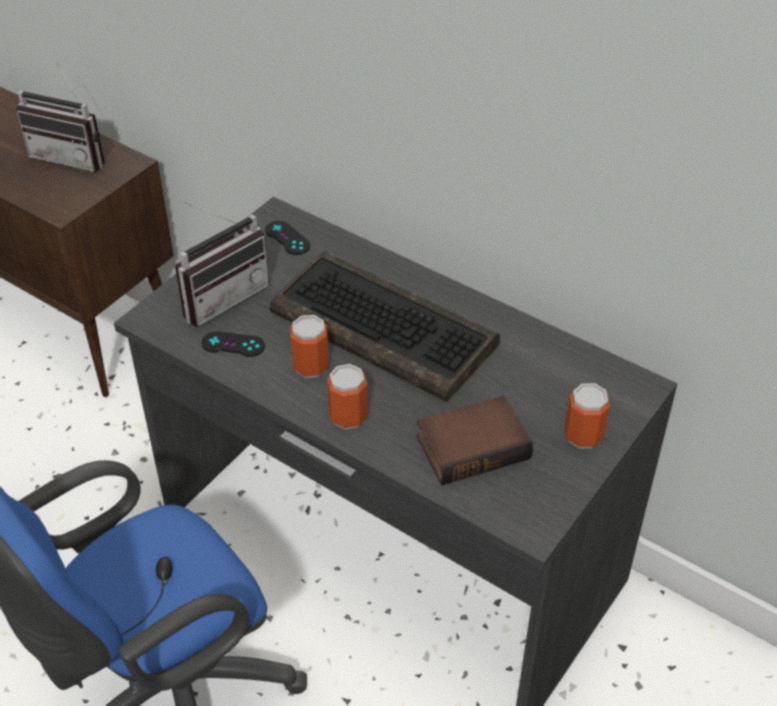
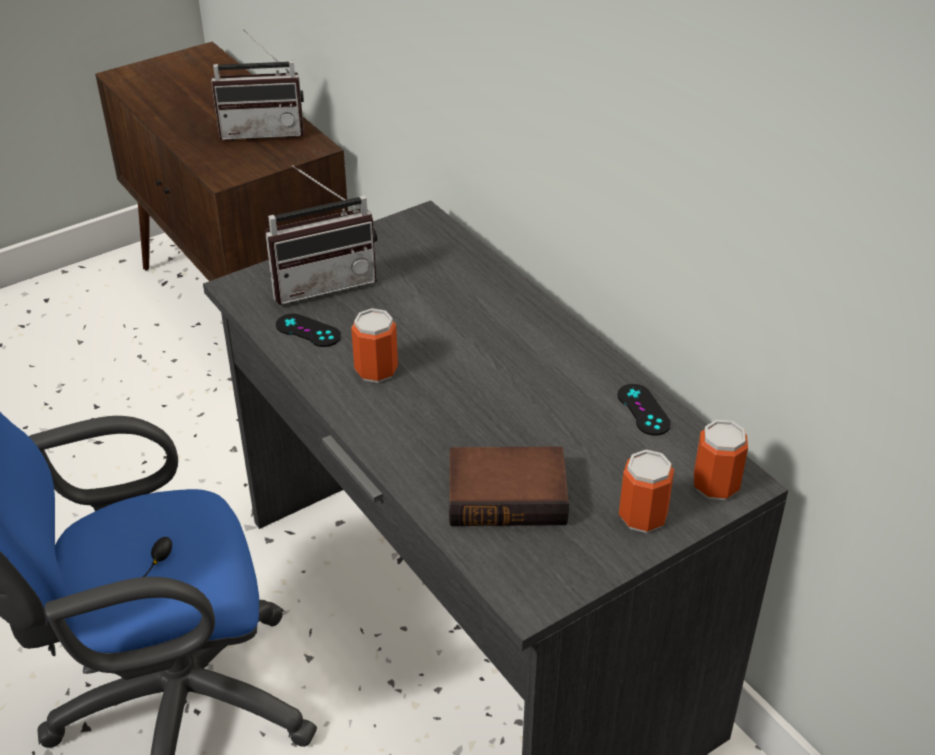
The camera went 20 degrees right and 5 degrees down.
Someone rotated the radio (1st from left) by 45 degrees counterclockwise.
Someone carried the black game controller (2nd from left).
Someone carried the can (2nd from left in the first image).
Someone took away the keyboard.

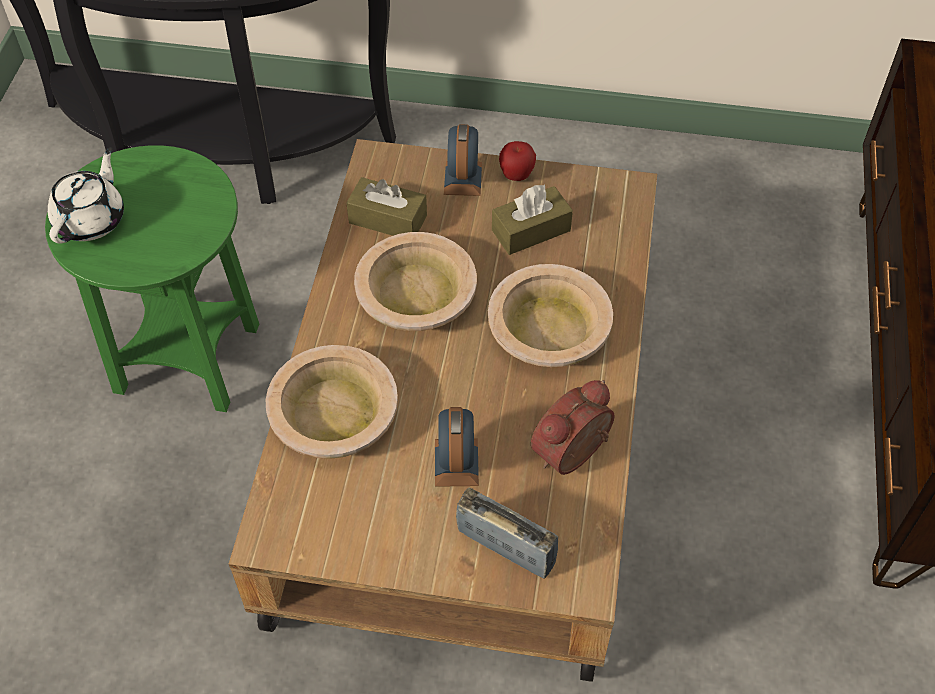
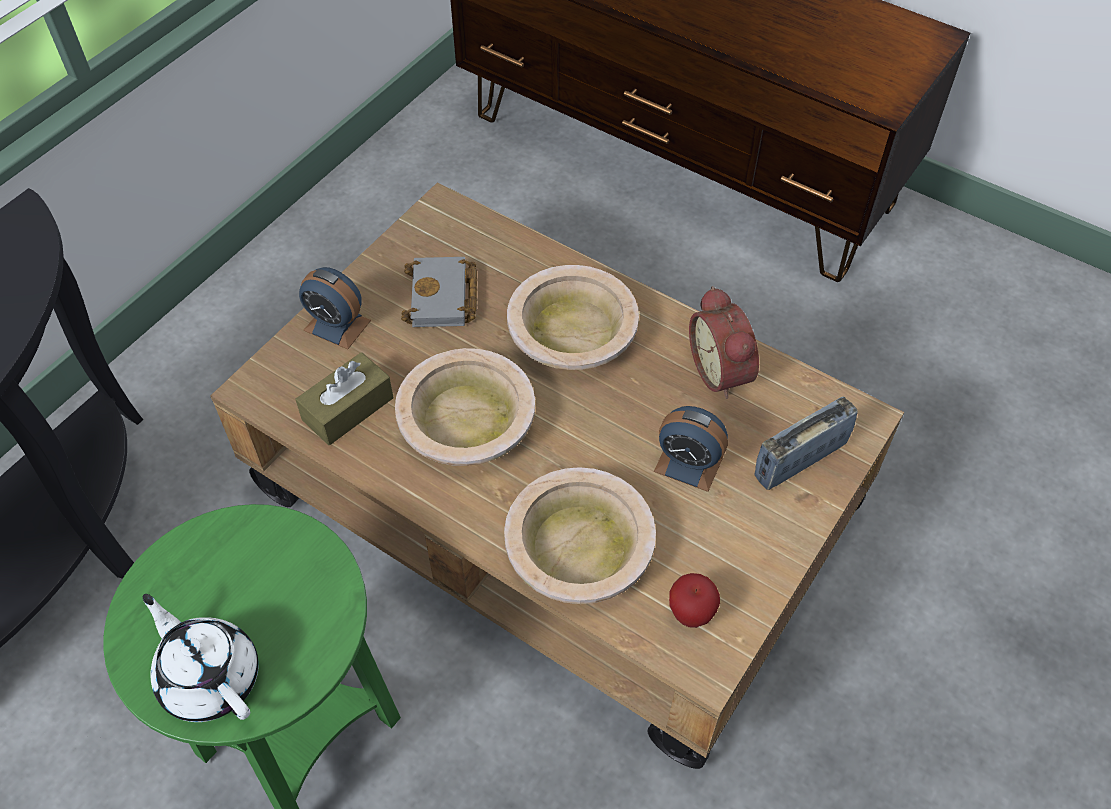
The camera went 65 degrees left and 0 degrees up.
Someone swapped the brown tissue box (2nd from left) for the grey book.
Someone carried the apple.

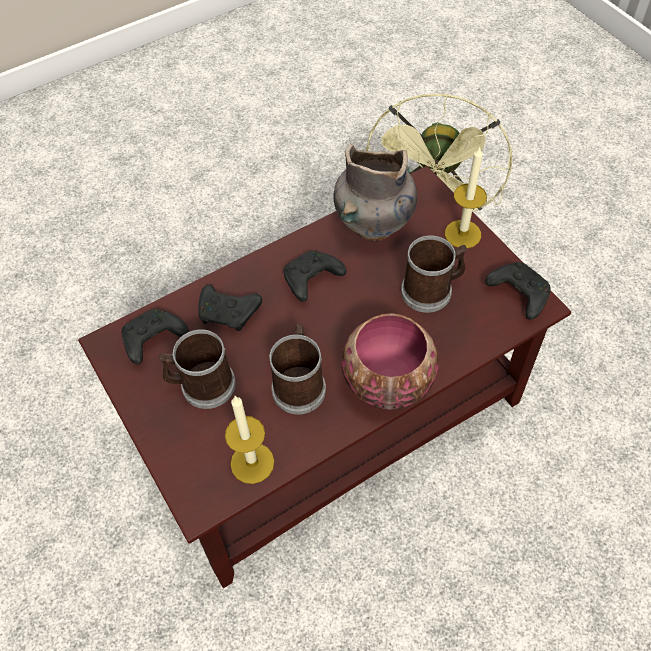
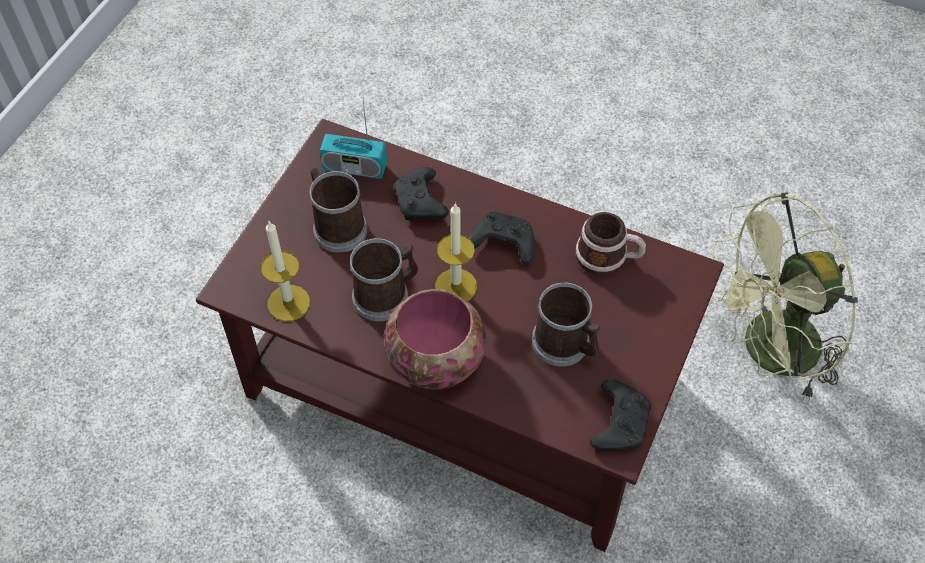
The camera went 55 degrees right and 0 degrees up.
Someone swapped the black game controller (1st from left) for the radio.
Someone carried the candle (2nd from left).
Someone swapped the grey vase for the mug (4th from left).

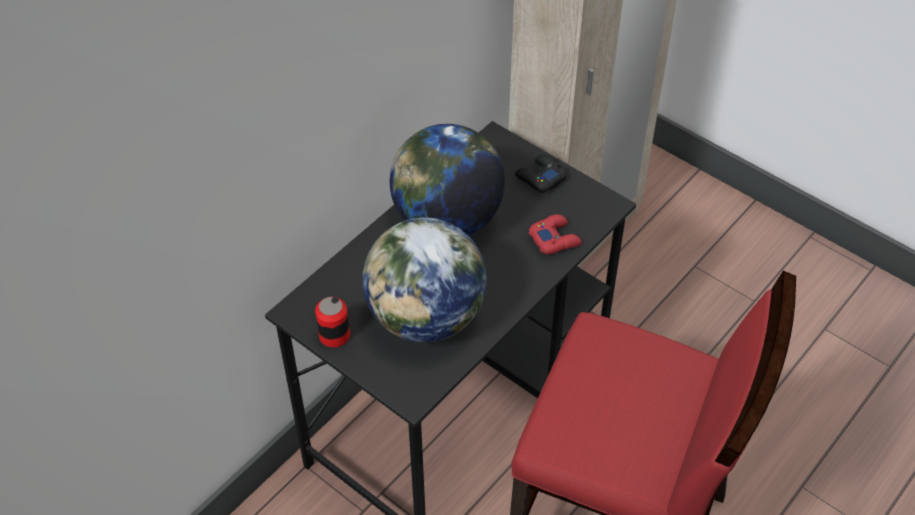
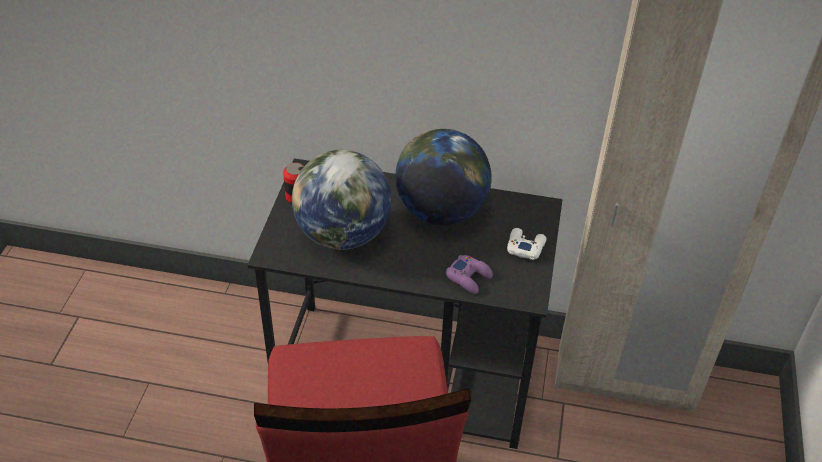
The camera went 60 degrees right and 5 degrees down.
Someone repainted the red game controller, which became the purple game controller.
Someone repainted the black game controller, which became the white game controller.

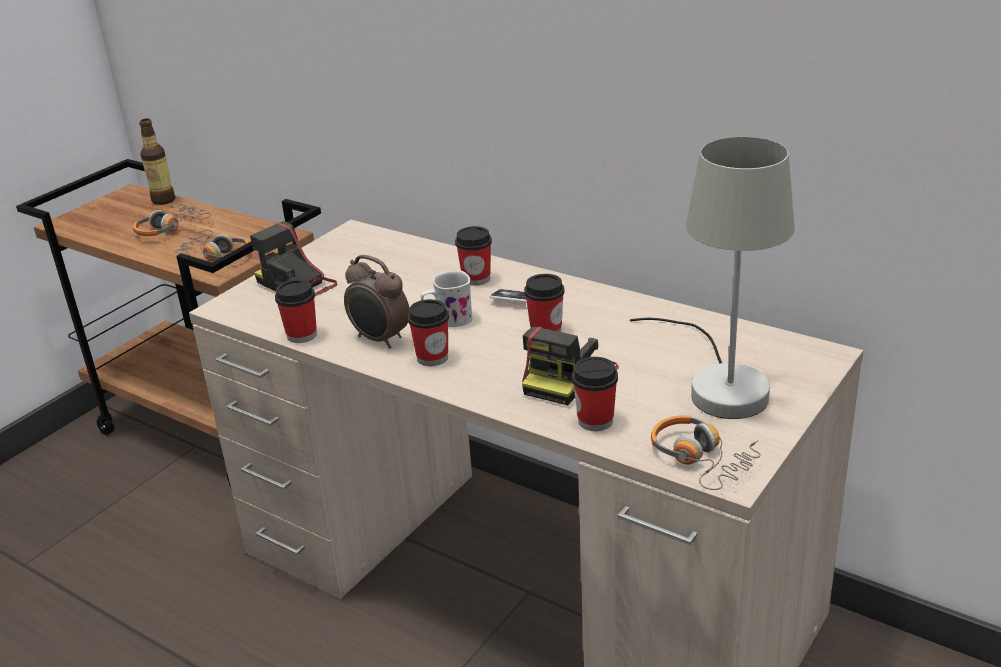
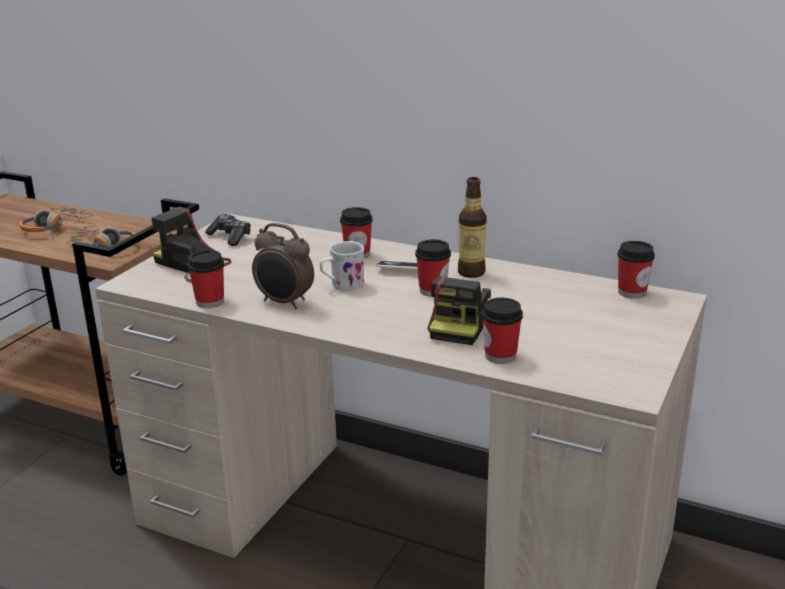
The camera went 10 degrees left and 5 degrees down.
Someone put down the game controller.
Someone carried the bottle.
Someone carried the cup (2nd from left in the first image).
Someone took away the grey table lamp.
Someone took away the headphones (3rd from left).

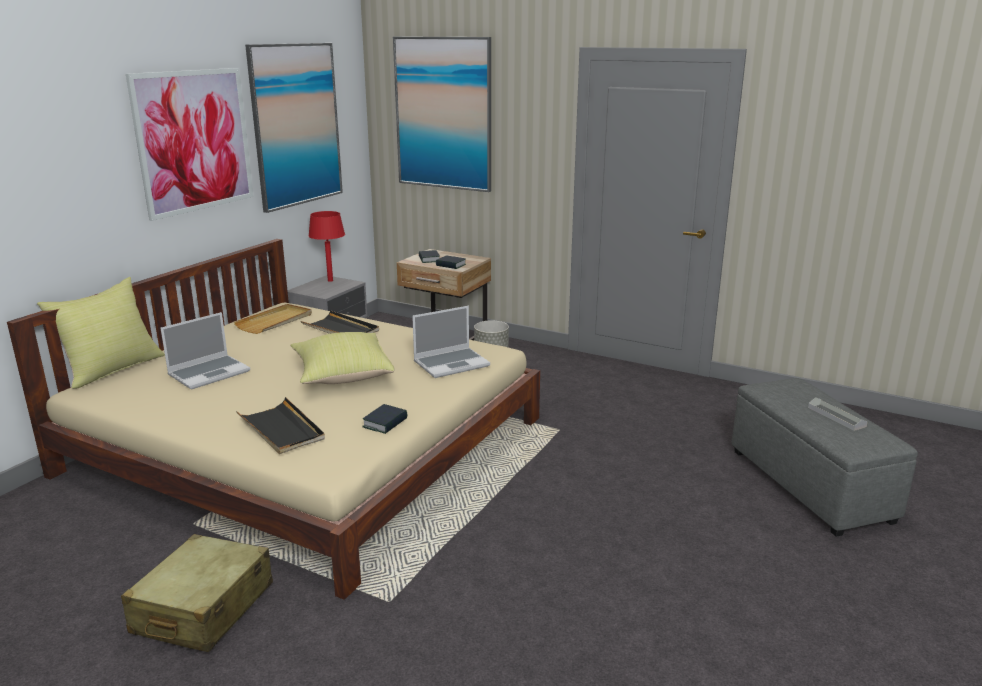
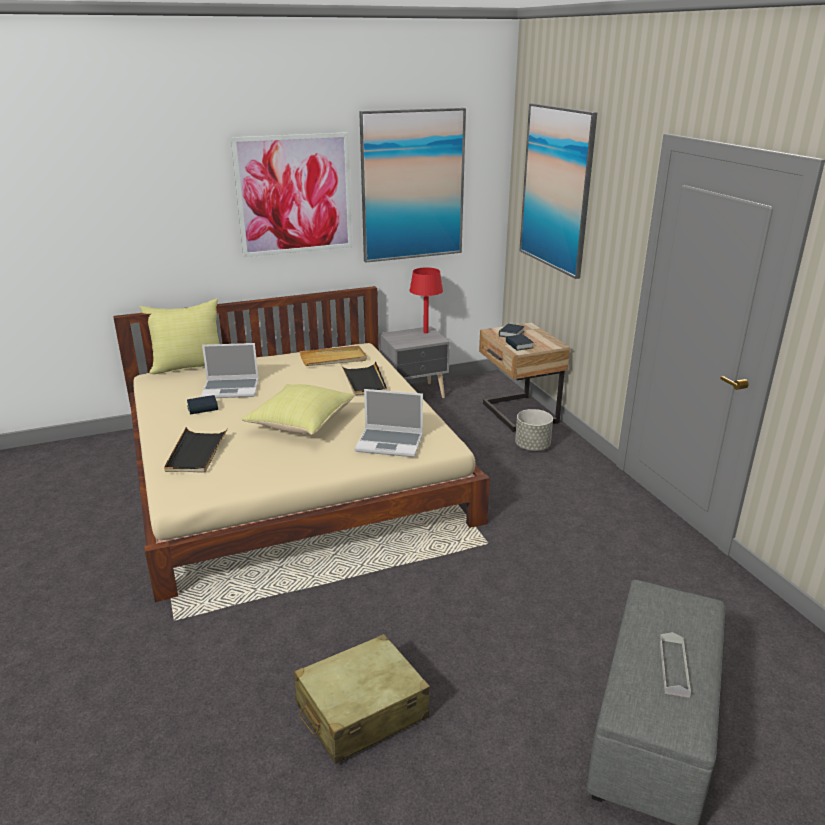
The camera went 40 degrees right and 5 degrees up.
Someone carried the book (1st from left).
Someone carried the beige suitcase.

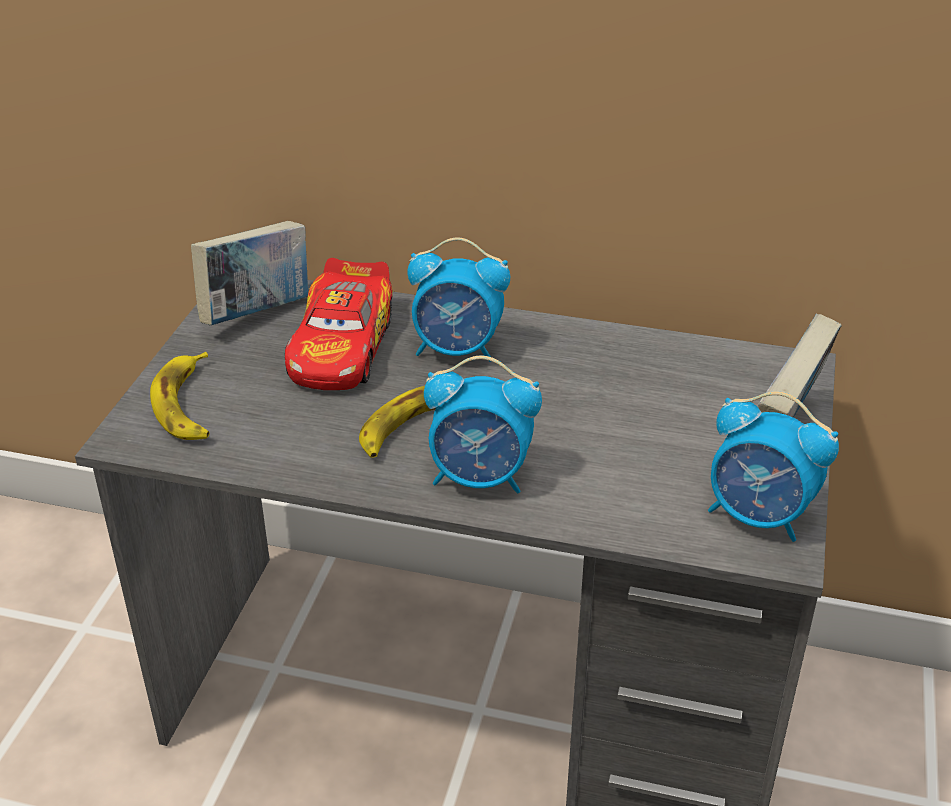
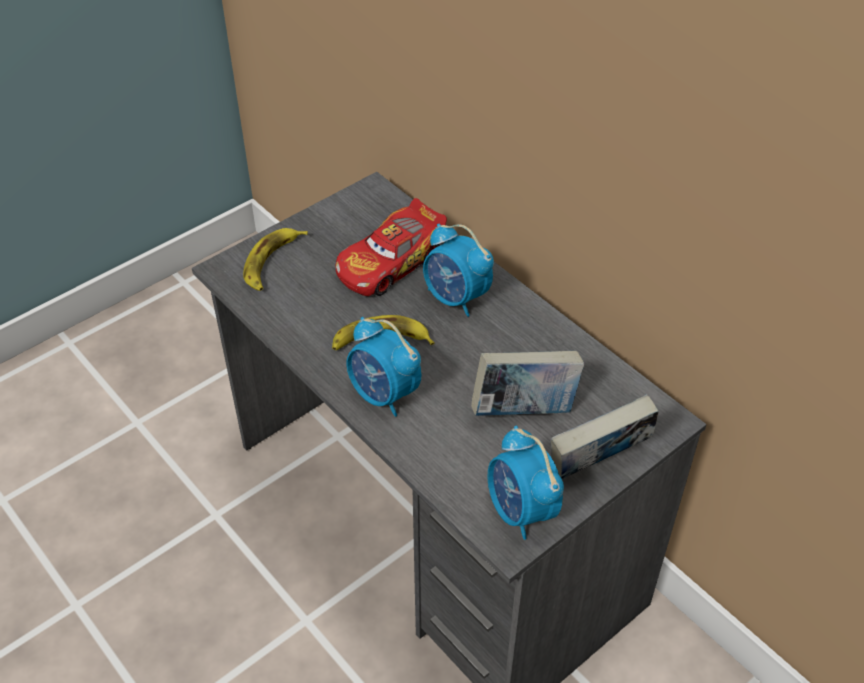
The camera went 35 degrees right and 10 degrees up.
Someone carried the book (1st from left).

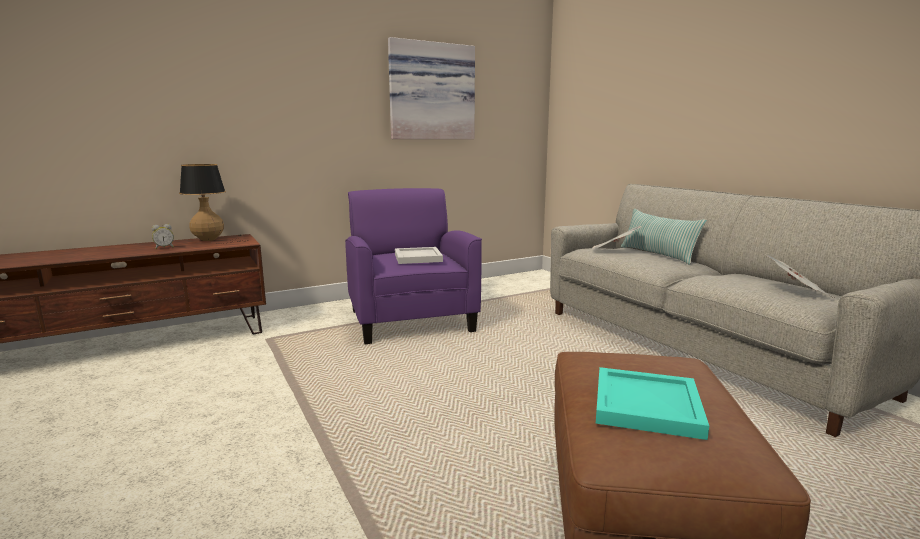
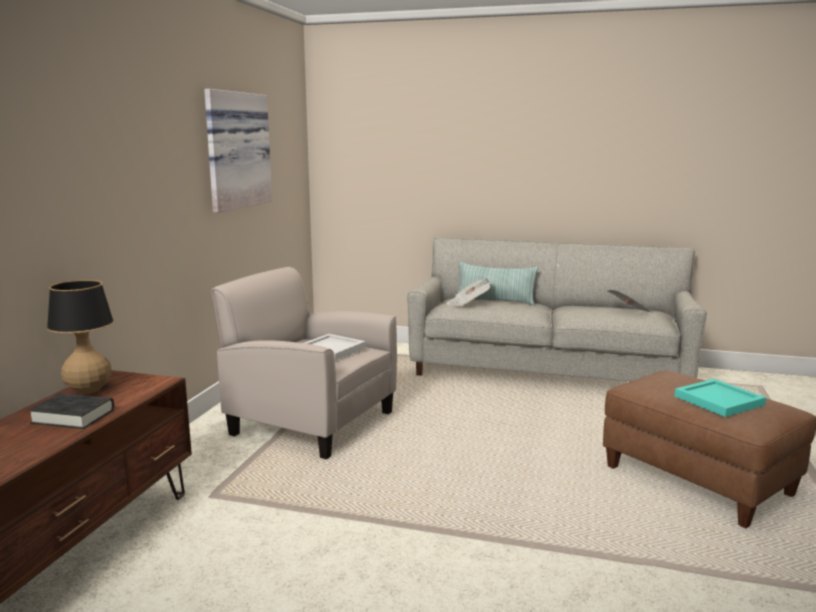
The camera went 45 degrees left and 0 degrees up.
Someone swapped the alarm clock for the black book.
Someone repainted the purple armchair, which became the beige armchair.

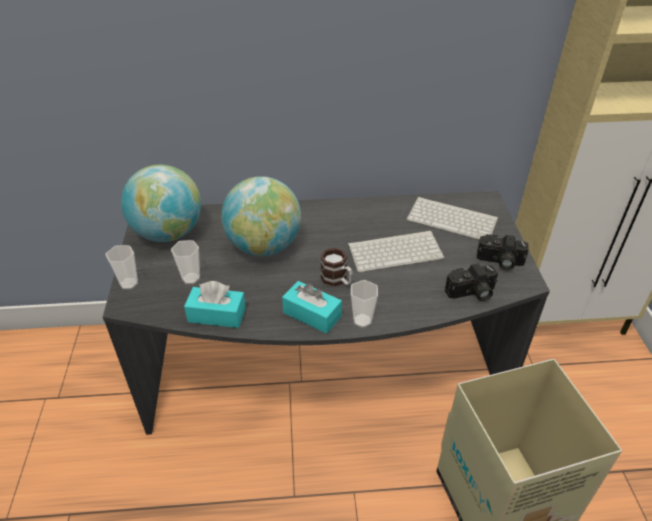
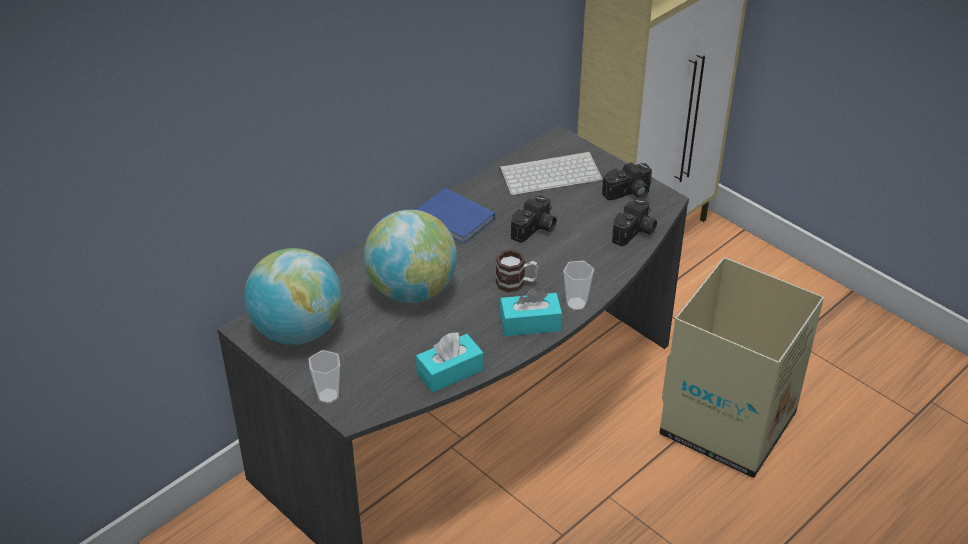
The camera went 40 degrees left and 0 degrees up.
Someone put down the blue book.
Someone swapped the keyboard (1st from left) for the photo camera (1st from left).
Someone took away the cup (2nd from left).

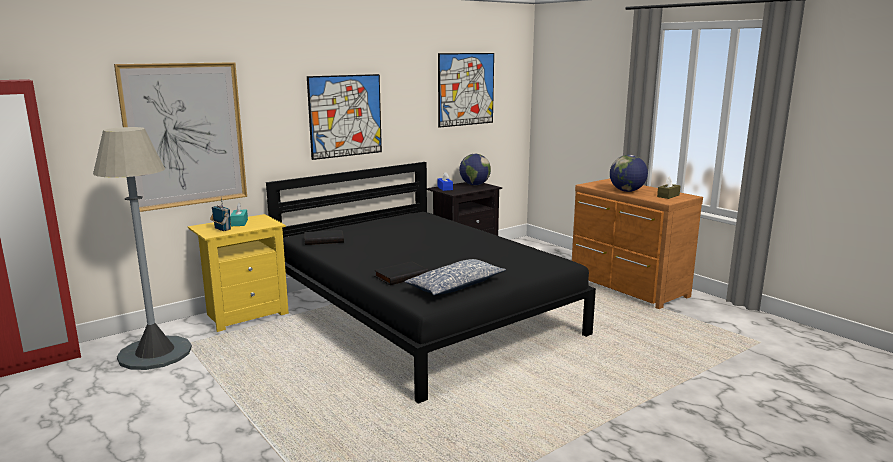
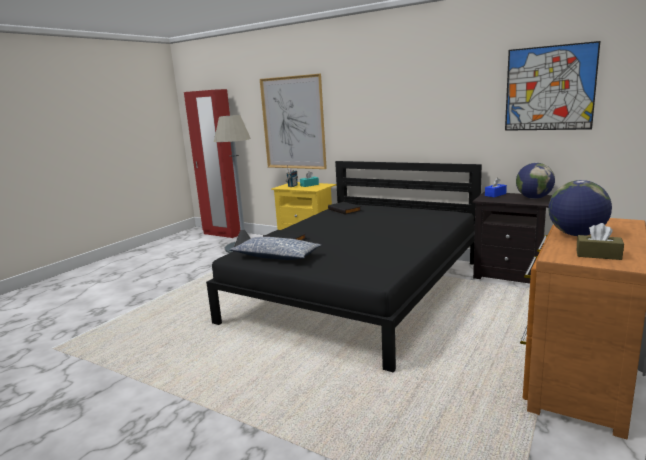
The camera went 70 degrees right and 0 degrees up.
Someone took away the picture (2nd from left).

